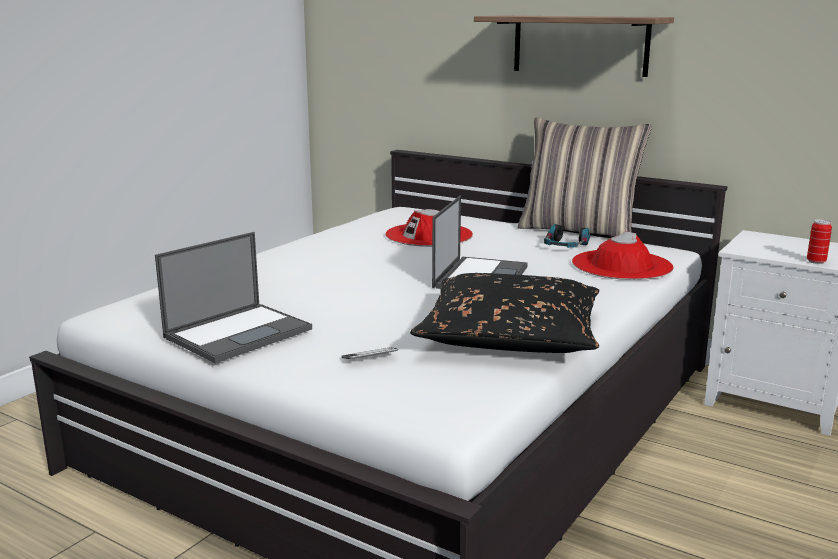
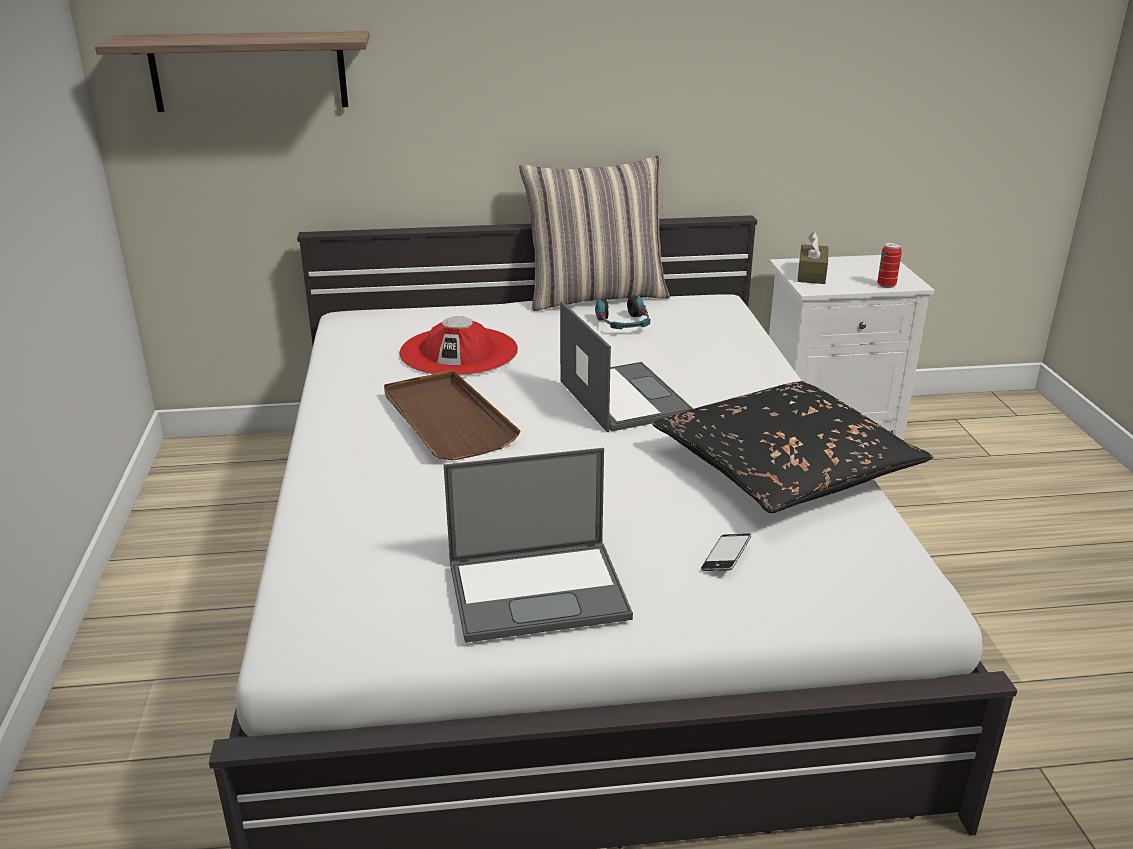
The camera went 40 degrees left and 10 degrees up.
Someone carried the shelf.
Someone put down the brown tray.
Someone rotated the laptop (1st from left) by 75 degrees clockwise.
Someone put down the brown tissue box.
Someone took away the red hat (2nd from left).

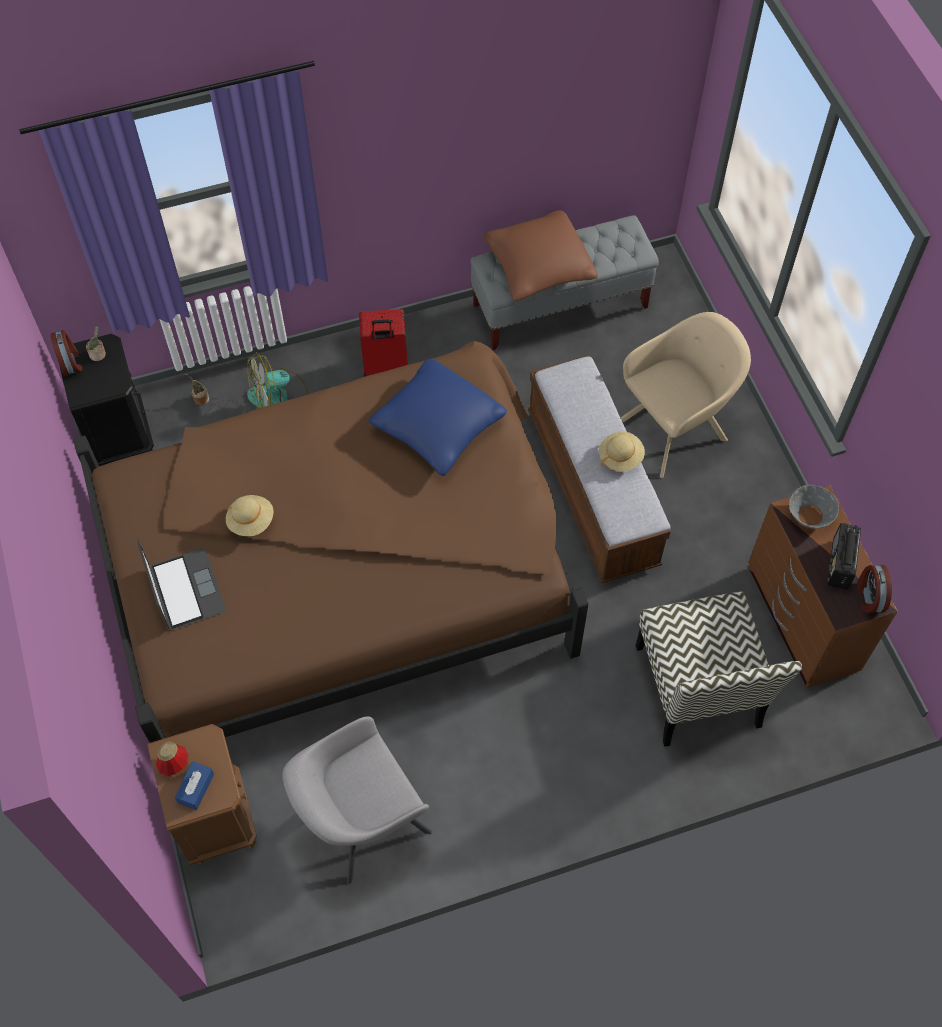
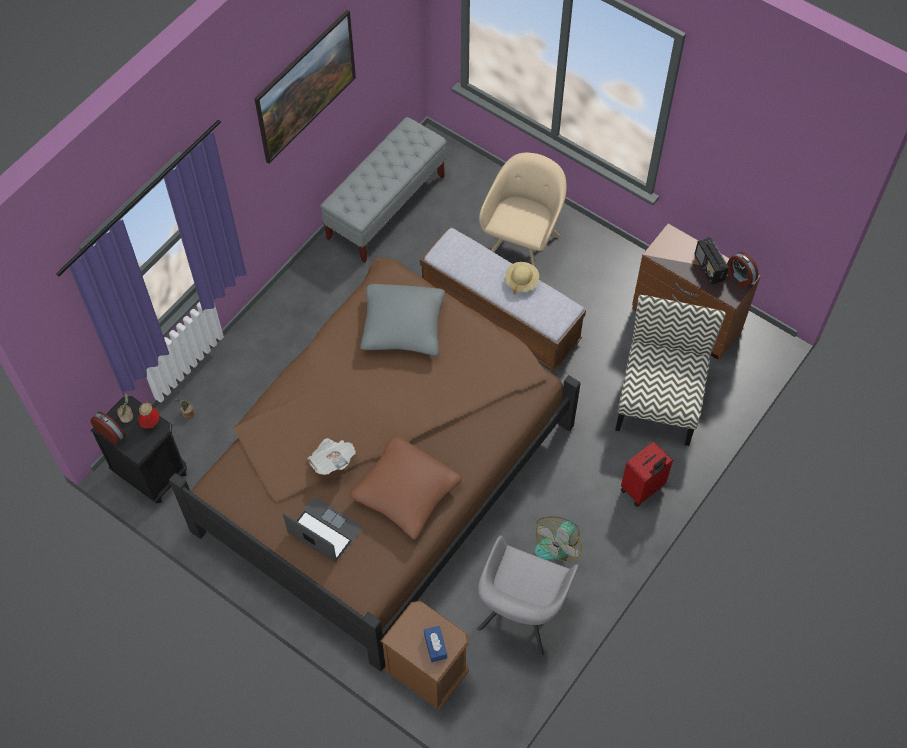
The camera went 35 degrees left and 0 degrees up.
Someone carried the bottle.
Someone put up the picture.
Someone swapped the beige hat (1st from left) for the newspaper.
Someone carried the brown pillow.
Someone repainted the blue pillow, which became the grey pillow.
Someone carried the fan.
Someone rotated the chair by 120 degrees counterclockwise.
Someone carried the red suitcase.
Someone took away the grey bowl.

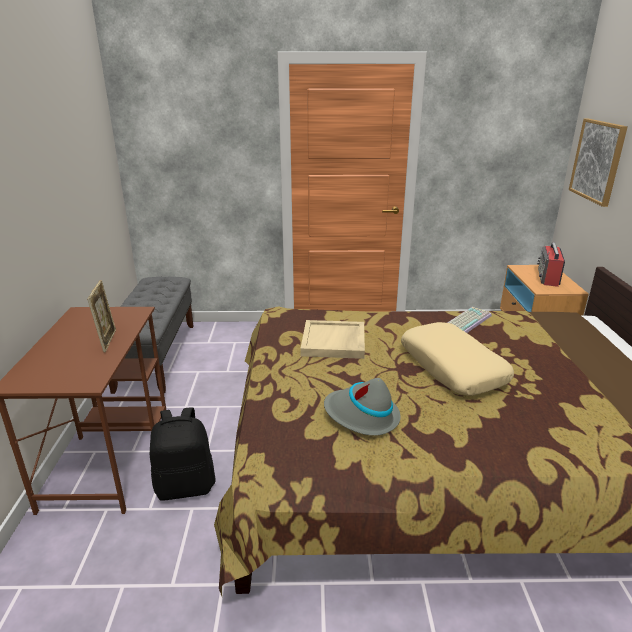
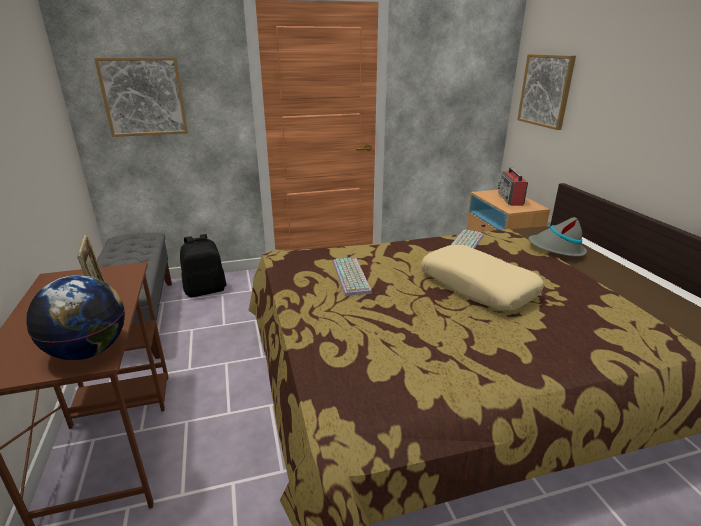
The camera went 15 degrees left and 0 degrees up.
Someone put down the globe.
Someone put up the picture (1st from left).
Someone carried the black backpack.
Someone swapped the beige tray for the keyboard (1st from left).
Someone carried the grey hat.

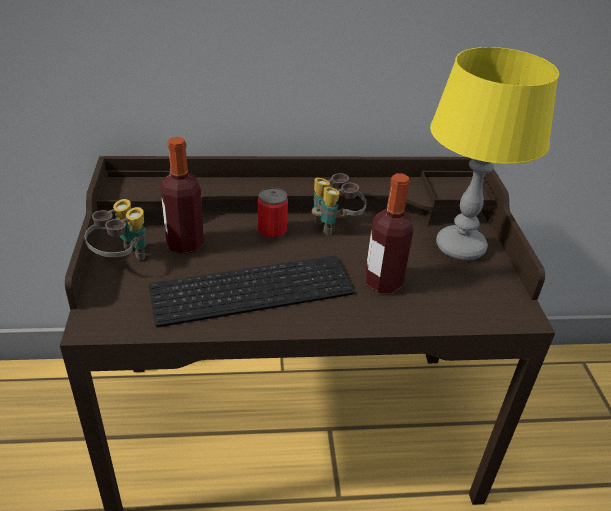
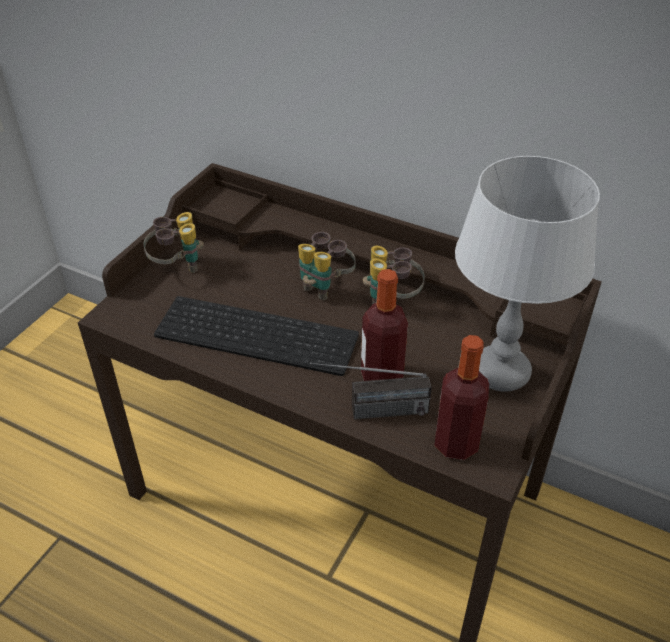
The camera went 35 degrees right and 5 degrees up.
Someone swapped the can for the binoculars (2nd from left).
Someone put down the radio.
Someone carried the bottle (1st from left in the first image).
Someone repainted the yellow table lamp, which became the grey table lamp.

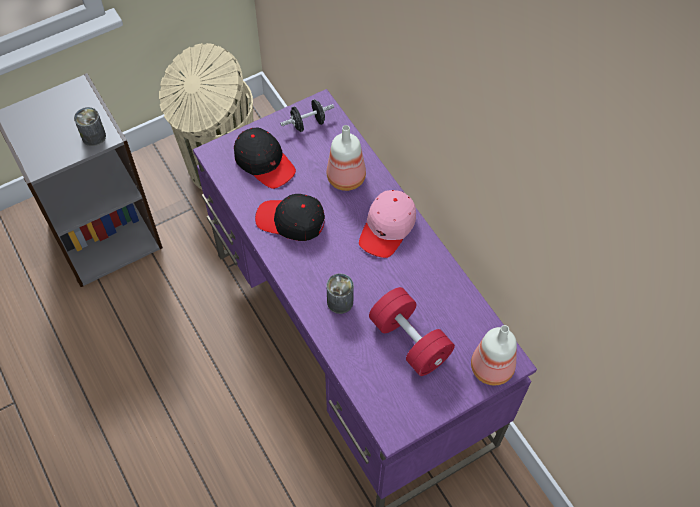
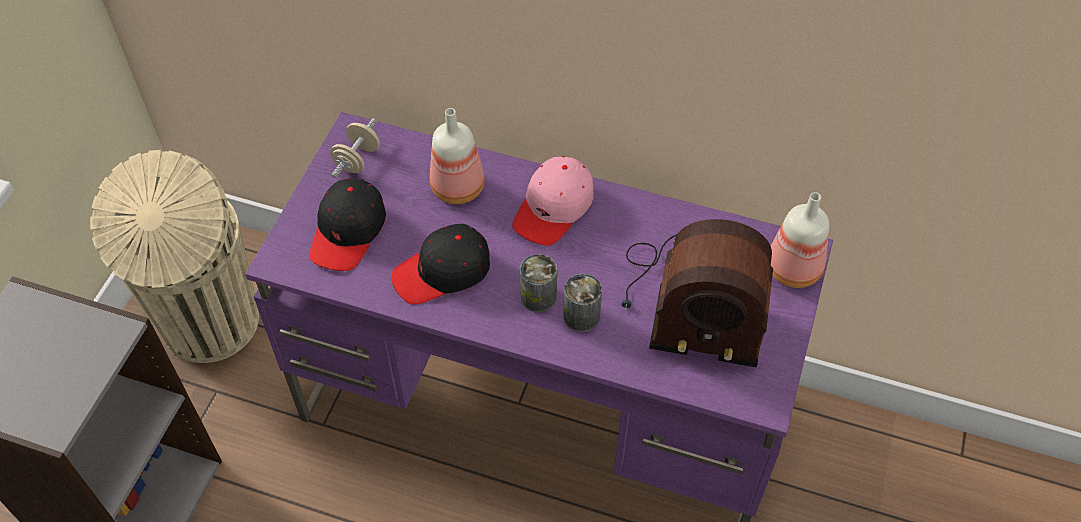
The camera went 40 degrees left and 5 degrees down.
Someone rotated the black cap (1st from left) by 105 degrees clockwise.
Someone repainted the black dumbbell, which became the beige dumbbell.
Someone rotated the pink cap by 45 degrees clockwise.
Someone carried the can (1st from left).
Someone swapped the red dumbbell for the radio.

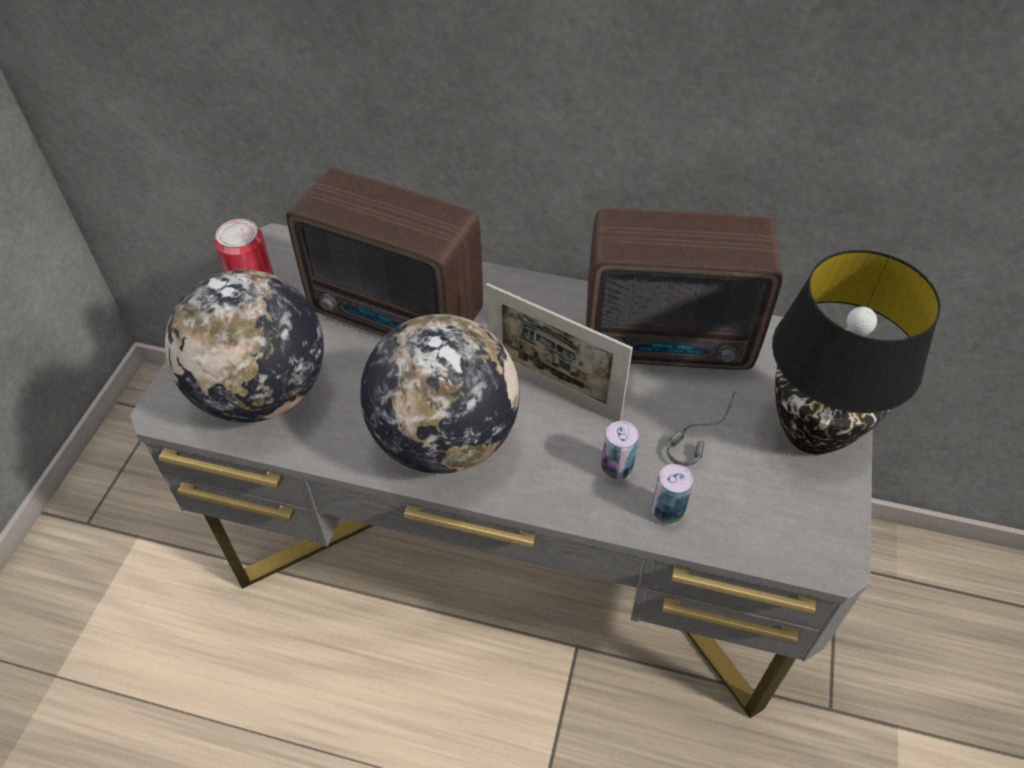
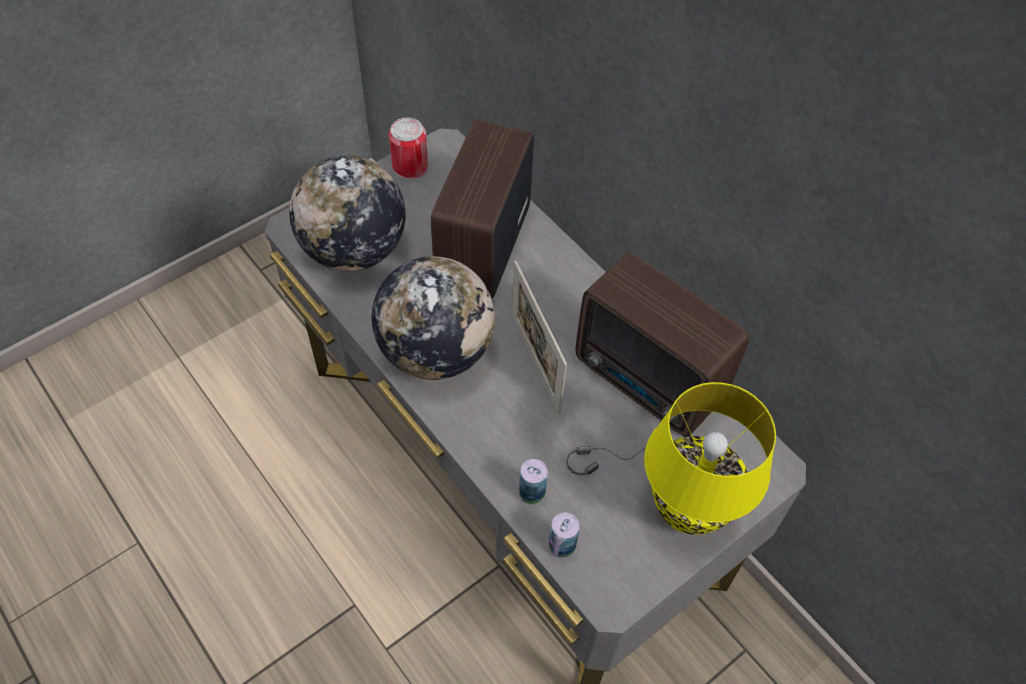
The camera went 35 degrees right and 5 degrees up.
Someone rotated the radio (1st from left) by 45 degrees clockwise.
Someone carried the can (2nd from left in the first image).
Someone repainted the black table lamp, which became the yellow table lamp.

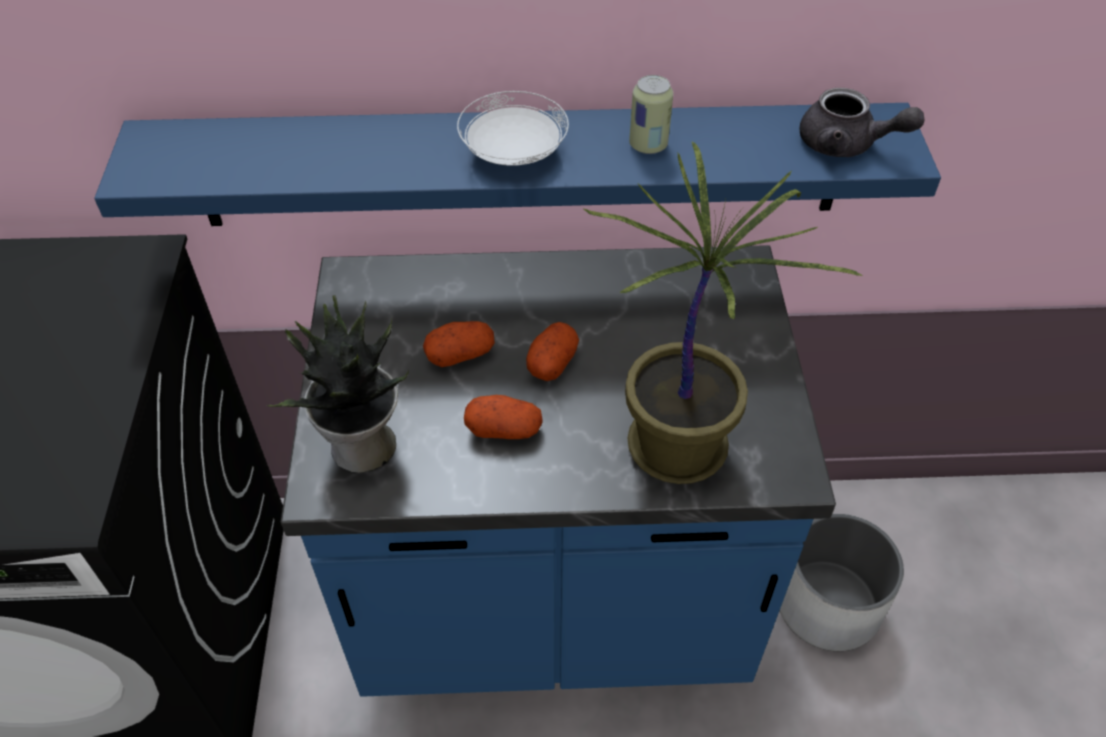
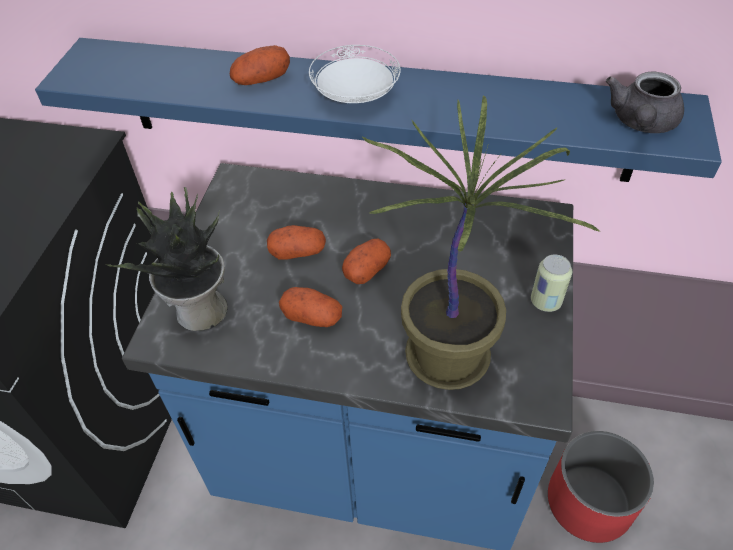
The camera went 15 degrees right and 0 degrees up.
Someone put down the potato (1st from left).
Someone carried the can.
Someone repainted the white planter, which became the red planter.
Someone rotated the grey teapot by 75 degrees clockwise.

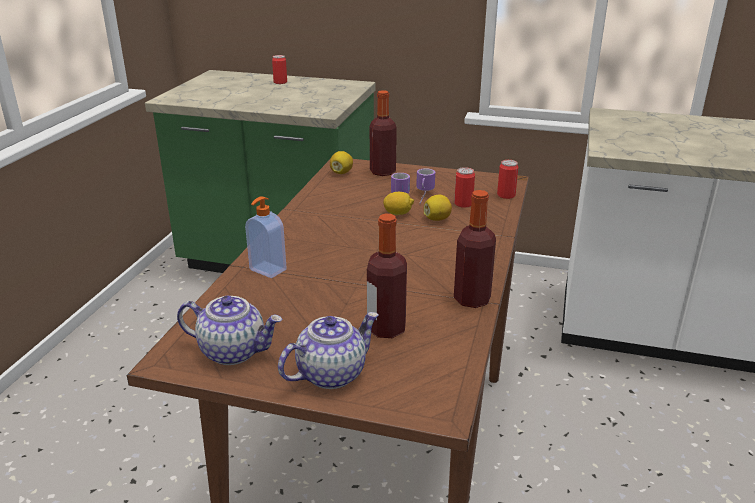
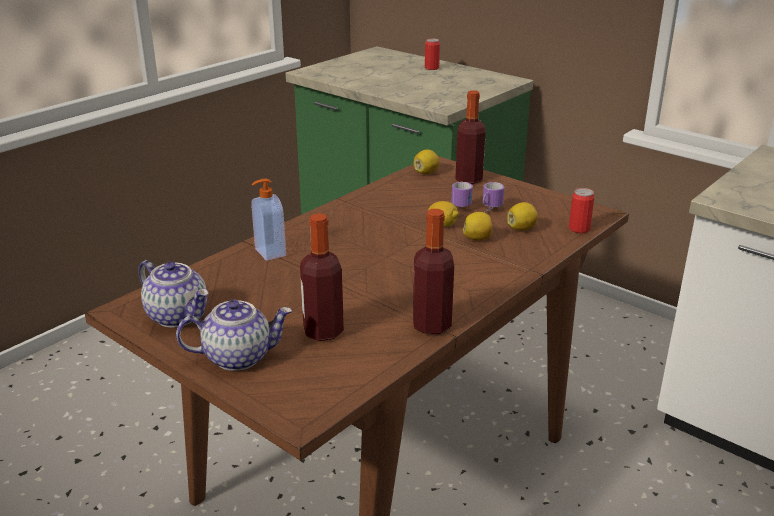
The camera went 25 degrees right and 0 degrees up.
Someone swapped the can (2nd from left) for the lemon (4th from left).

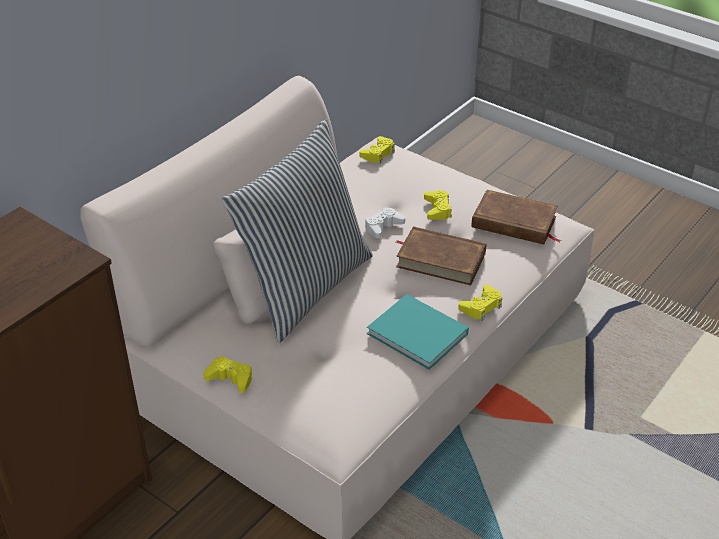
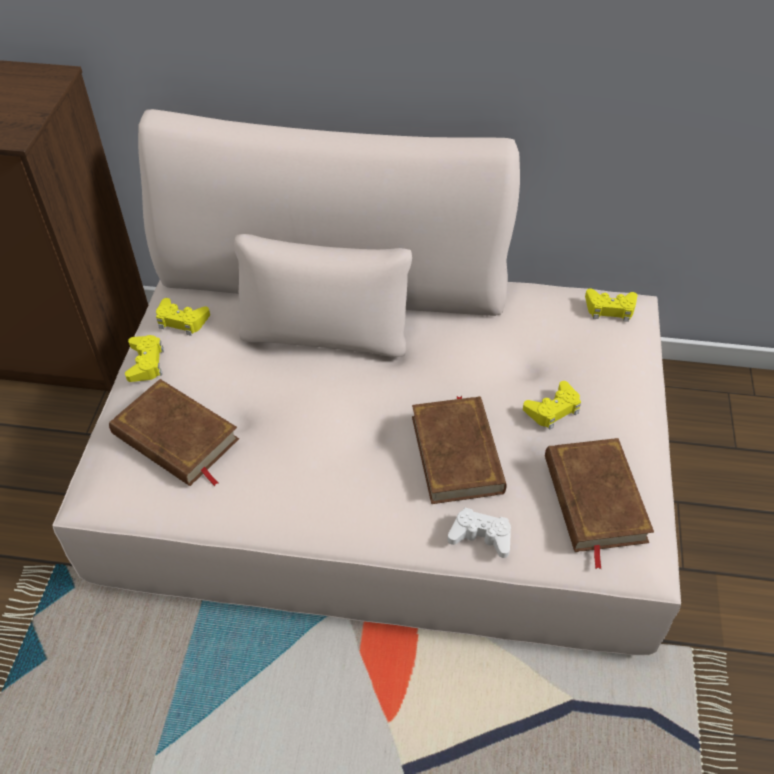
The camera went 60 degrees right and 10 degrees up.
Someone put down the brown book (1st from left).
Someone carried the yellow game controller (4th from left in the first image).
Someone carried the white game controller.
Someone took away the pillow.
Someone took away the turquoise book.

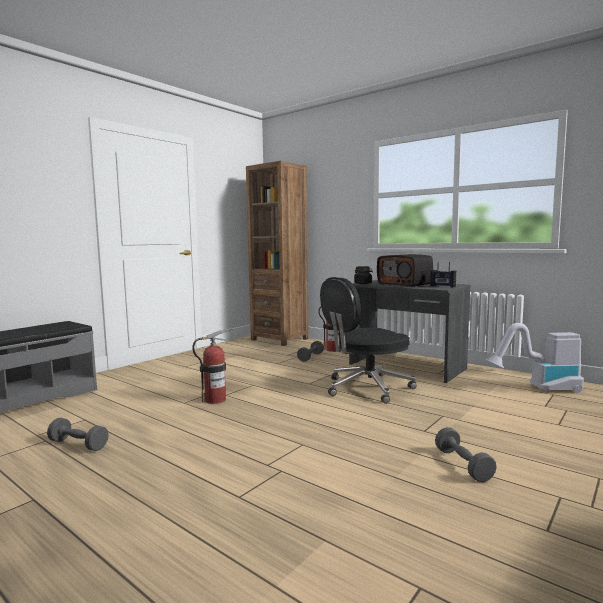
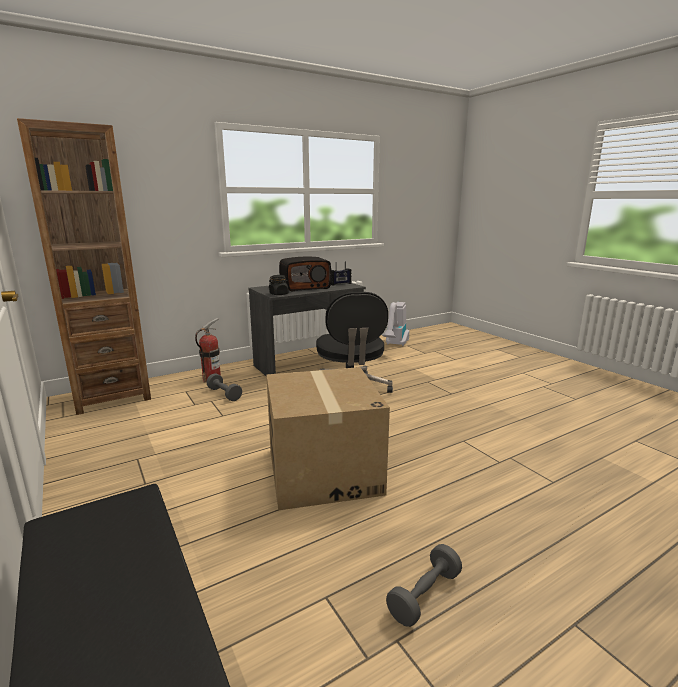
The camera went 70 degrees left and 10 degrees up.
Someone swapped the fire extinguisher (1st from left) for the cardboard box.
Someone took away the grey dumbbell (3rd from left).

